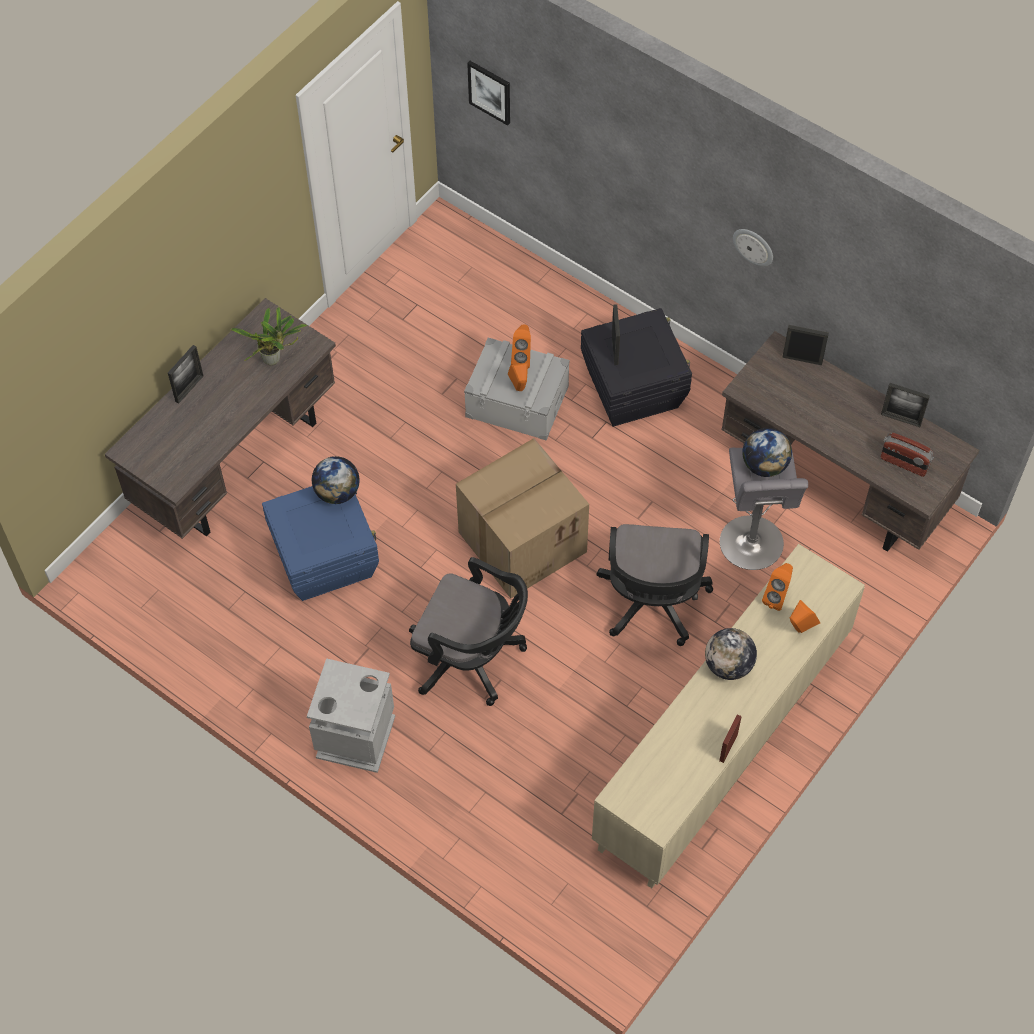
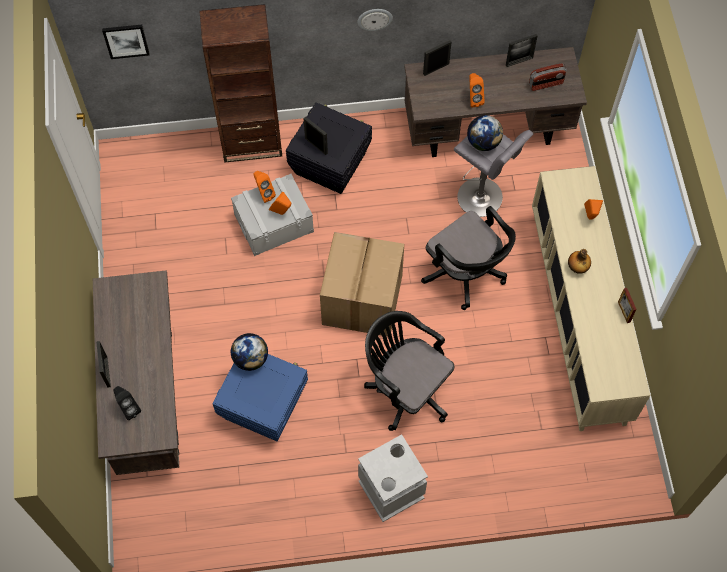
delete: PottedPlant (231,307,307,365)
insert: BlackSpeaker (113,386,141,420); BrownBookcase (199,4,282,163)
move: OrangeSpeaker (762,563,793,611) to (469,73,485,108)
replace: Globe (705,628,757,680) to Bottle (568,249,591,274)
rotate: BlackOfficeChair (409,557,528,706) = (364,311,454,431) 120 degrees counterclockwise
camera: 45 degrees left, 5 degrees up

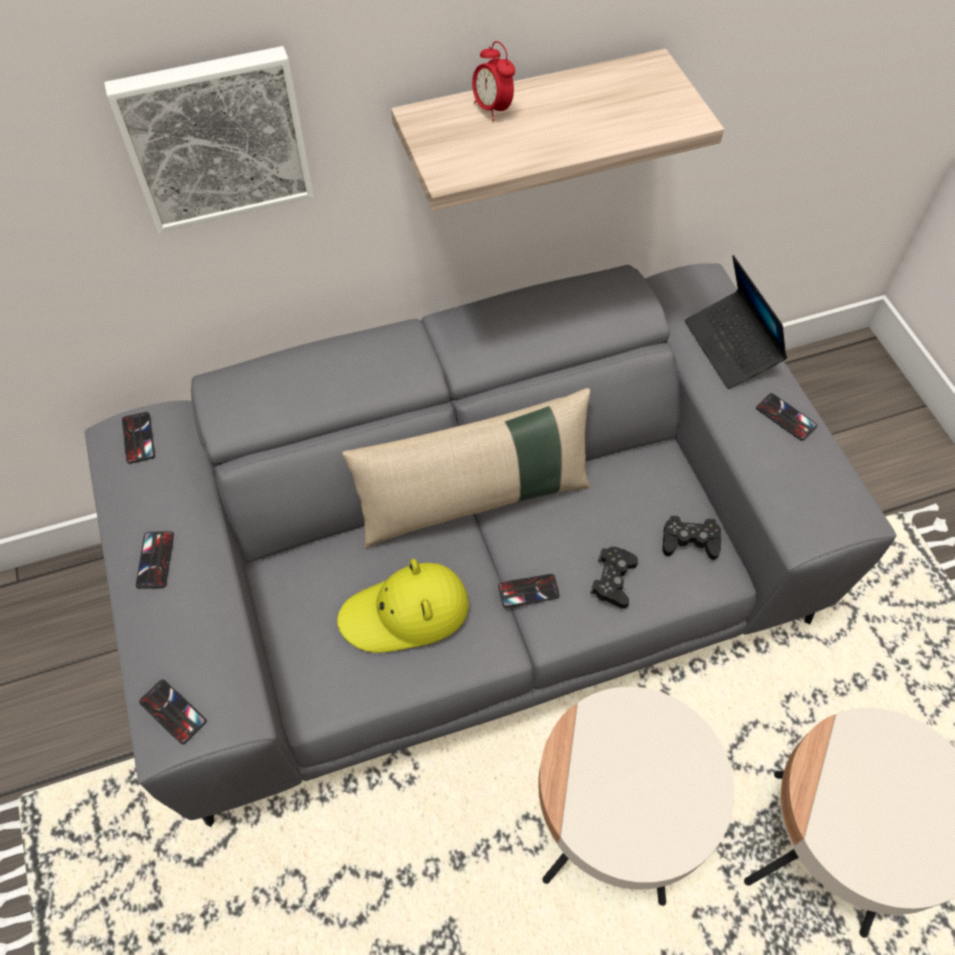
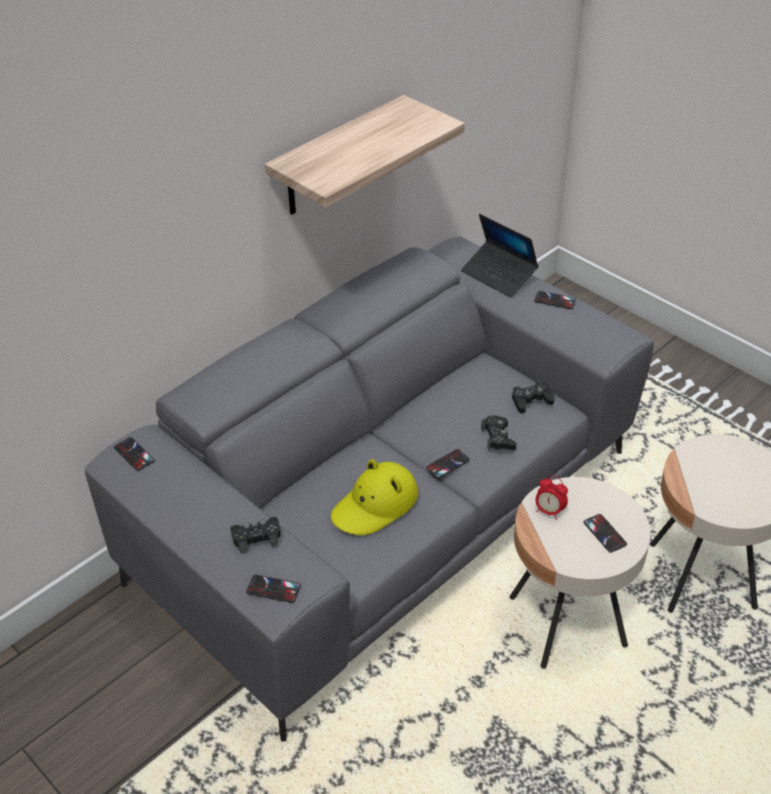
delete: Picture (104,46,314,233); BeigePillow (342,388,591,548)
insert: BlackGameController (230,517,281,554)
move: Phone (136,531,174,589) to (584,514,627,553); AlarmClock (472,41,515,121) to (536,476,568,520)
camera: 25 degrees left, 15 degrees down

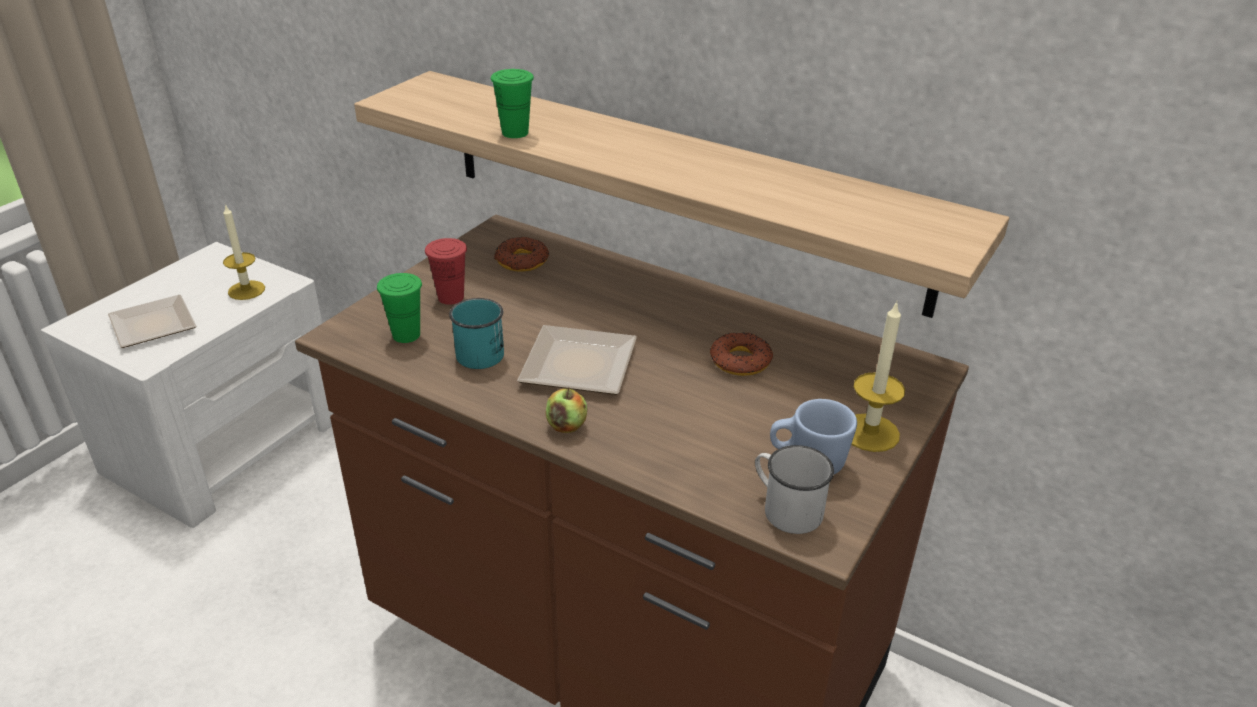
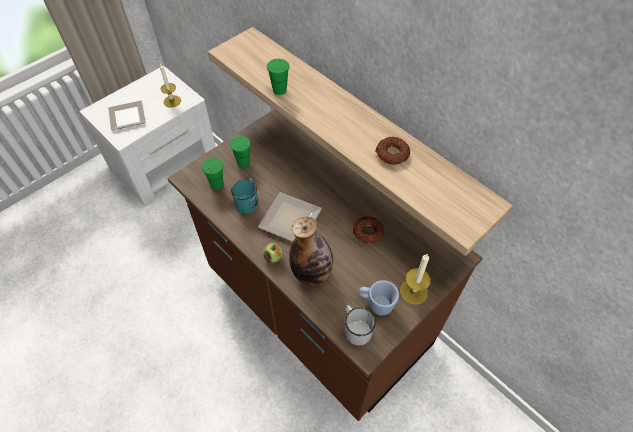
insert: Bottle (289,217,333,285)
move: Donut (494,237,549,272) to (376,137,410,165)
recolor: RedCup (425,238,467,305) to GreenCup (230,136,251,167)
camera: 15 degrees right, 20 degrees up

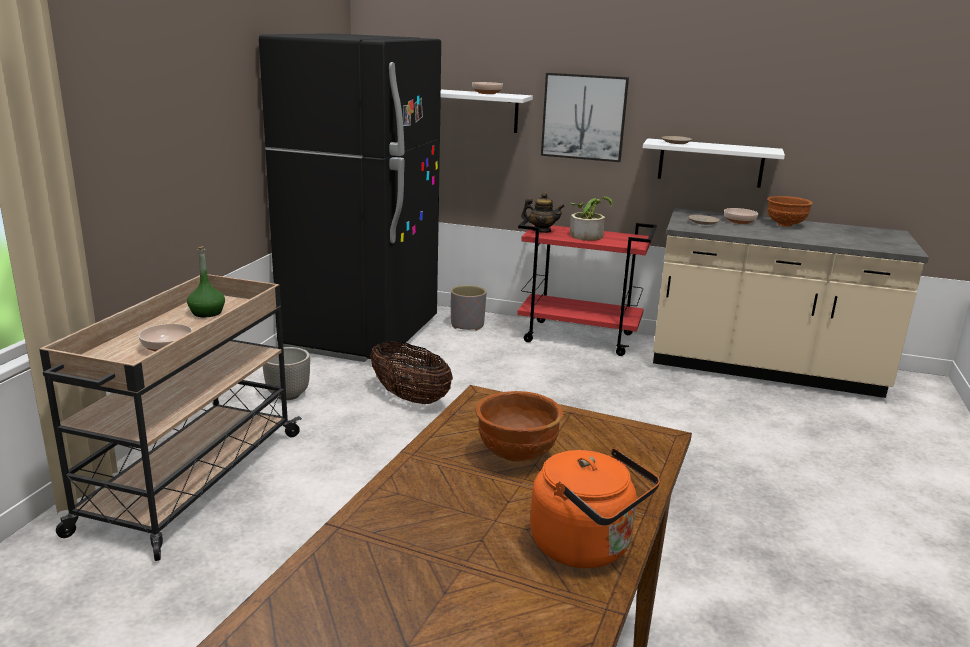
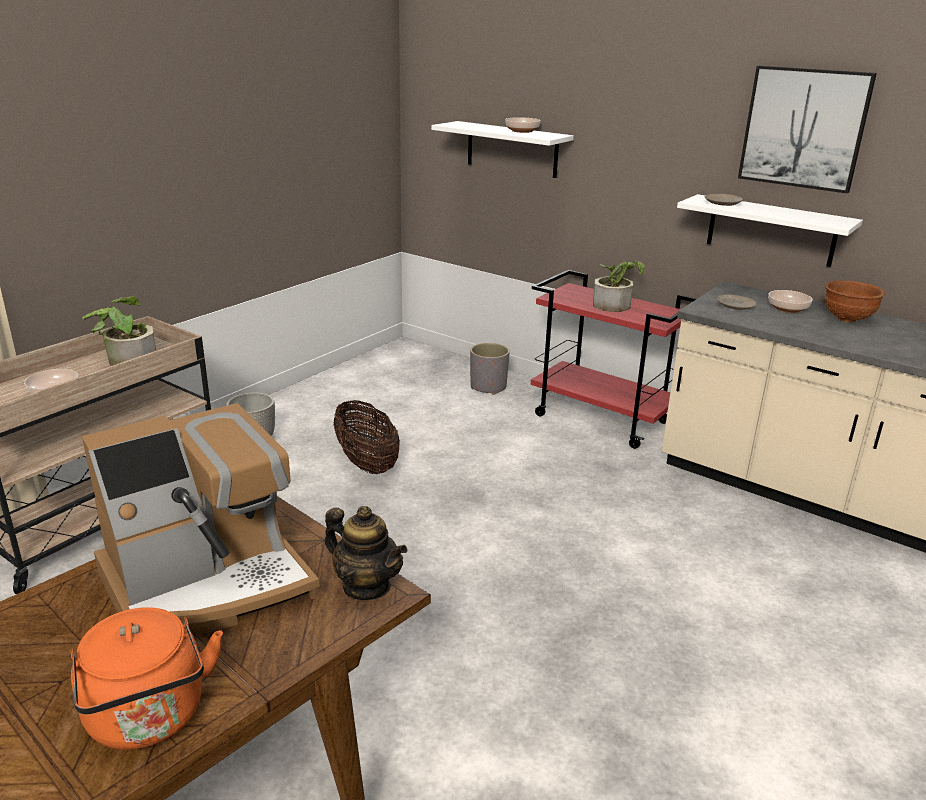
delete: BlackFridge (259,33,441,362)
move: Teapot (521,192,565,233) to (325,506,407,600); Picture (541,73,629,162) to (738,66,877,193)
replace: GreenBottle (187,246,225,317) to PottedPlant (82,296,156,366); BrownBowl (475,391,563,462) to CoffeeMachine (82,403,320,634)
camera: 20 degrees right, 5 degrees up

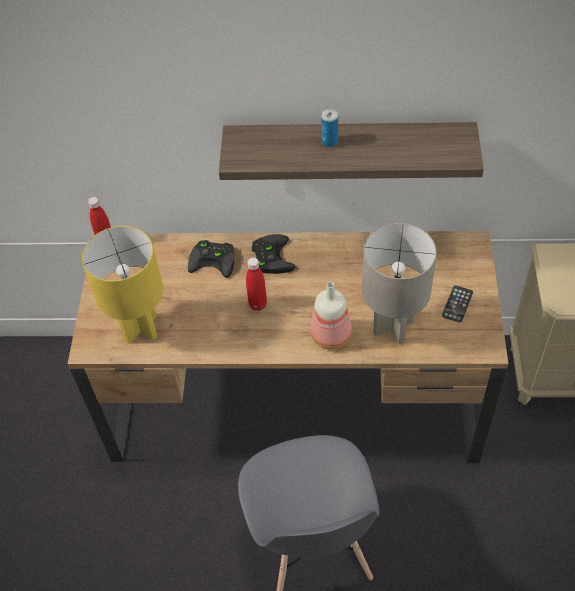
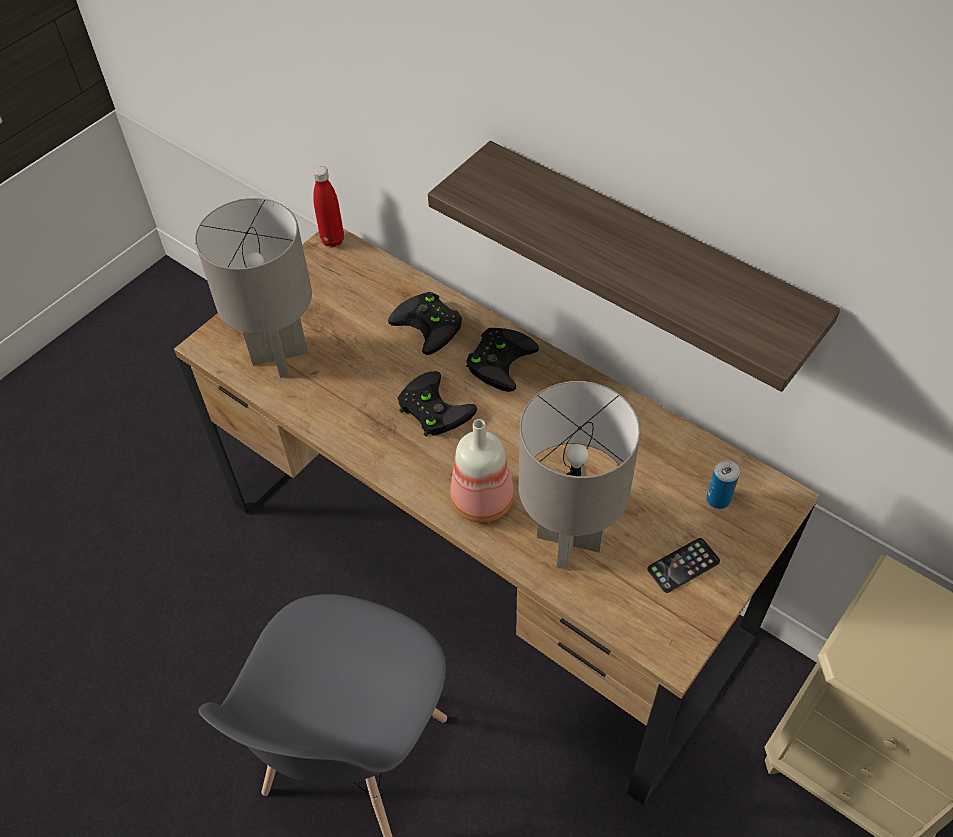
move: Can (321,109,338,147) to (706,460,740,509)
replace: RedBottle (246,258,267,311) to BlackGameController (398,371,477,437)
recolor: YellowTableLamp (82,226,163,344) to GreyTableLamp (195,198,312,378)
camera: 35 degrees right, 0 degrees up

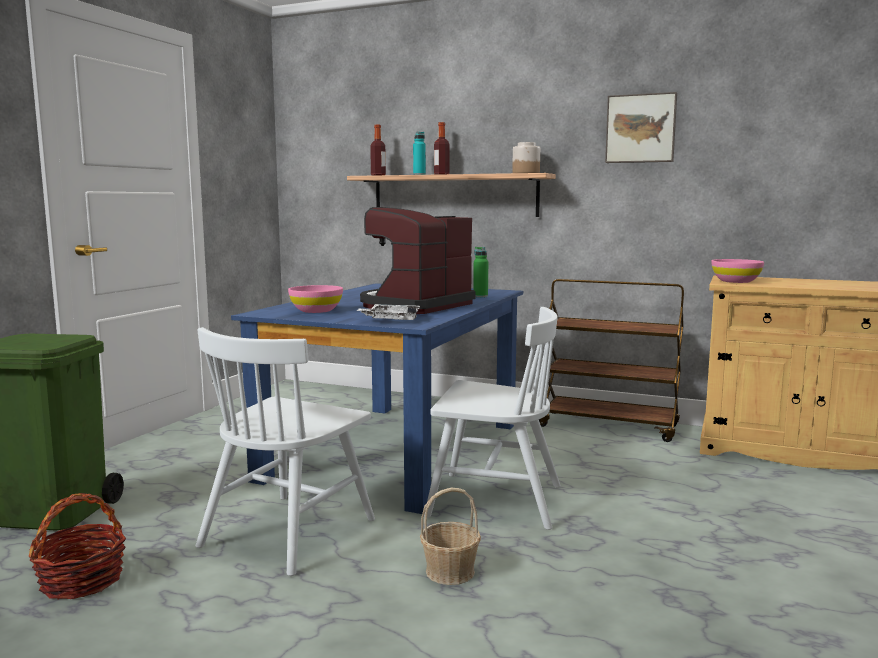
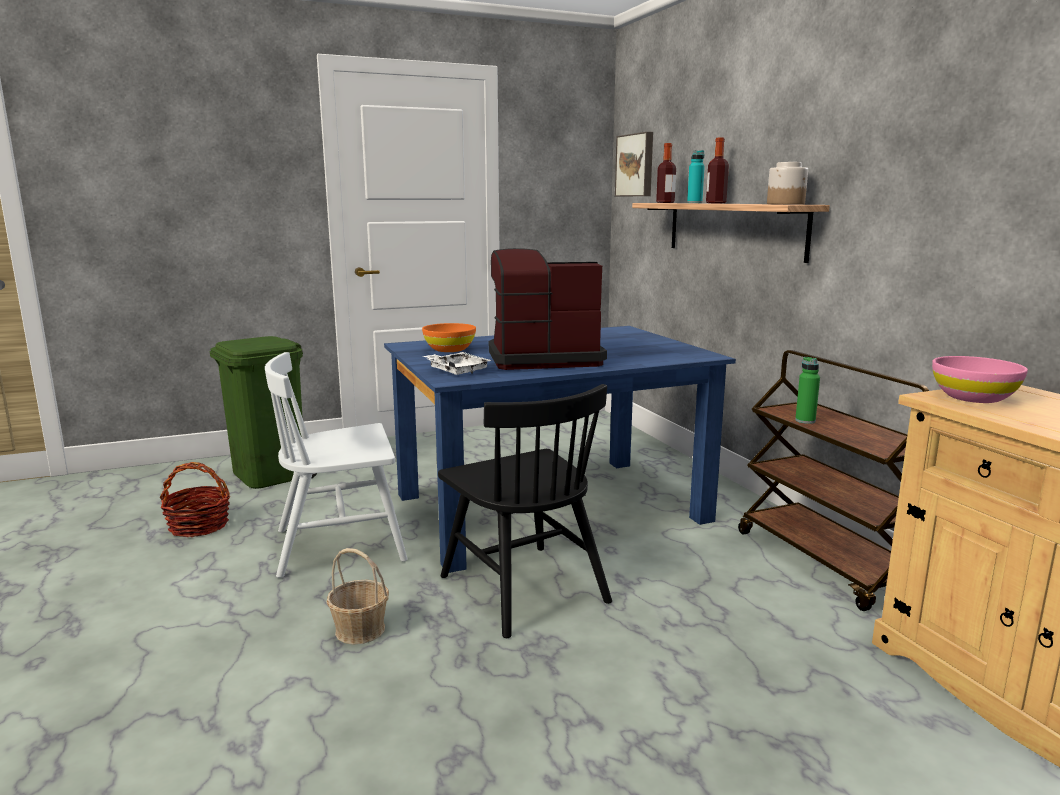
move: GreenBottle (473,247,488,298) to (795,357,820,424); Picture (605,92,677,163) to (615,132,653,196)
recolor: PinkBowl (288,285,343,313) to OrangeBowl (422,323,476,352); WhiteChair (424,307,561,530) to BlackChair (438,384,612,638)
camera: 45 degrees right, 5 degrees up

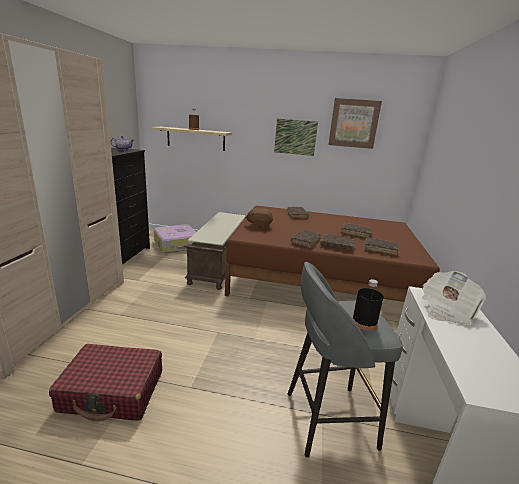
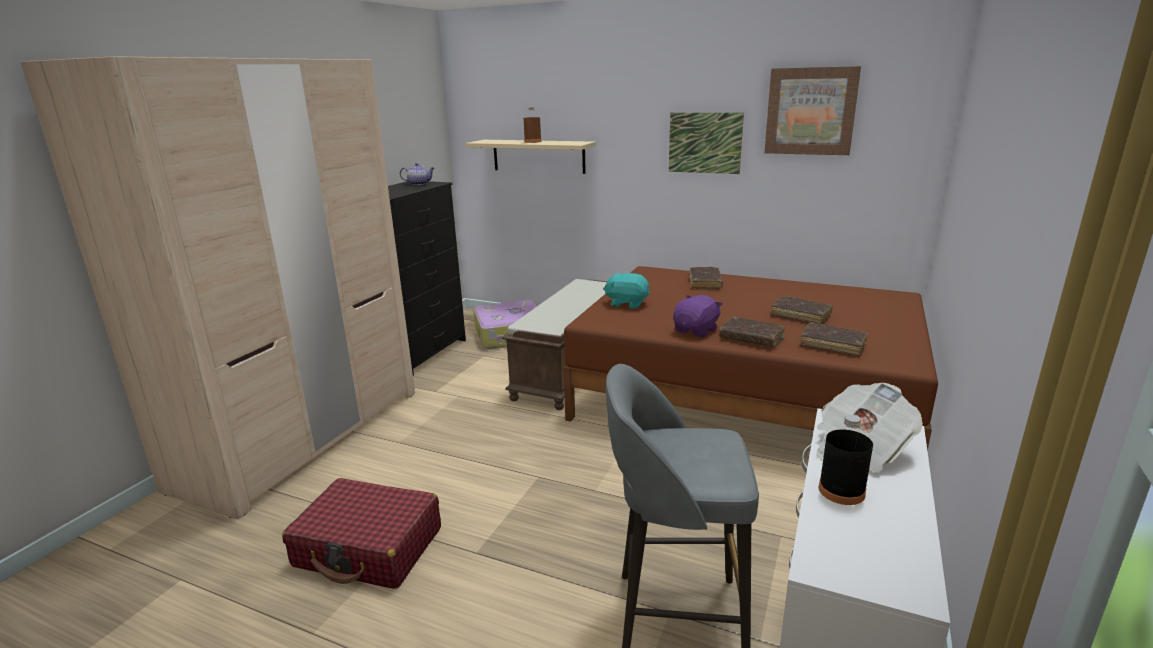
move: BlackBottle (352,279,384,331) to (819,414,873,505)
replace: BrownBook (291,230,320,248) to PurplePlushToy (673,295,723,338)
recolor: BrownPlushToy (245,208,273,229) to TurquoisePlushToy (603,273,650,309)
camera: 15 degrees right, 0 degrees up

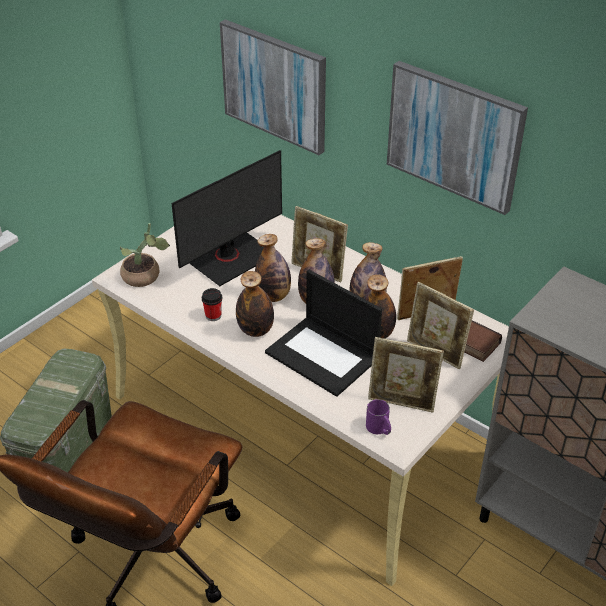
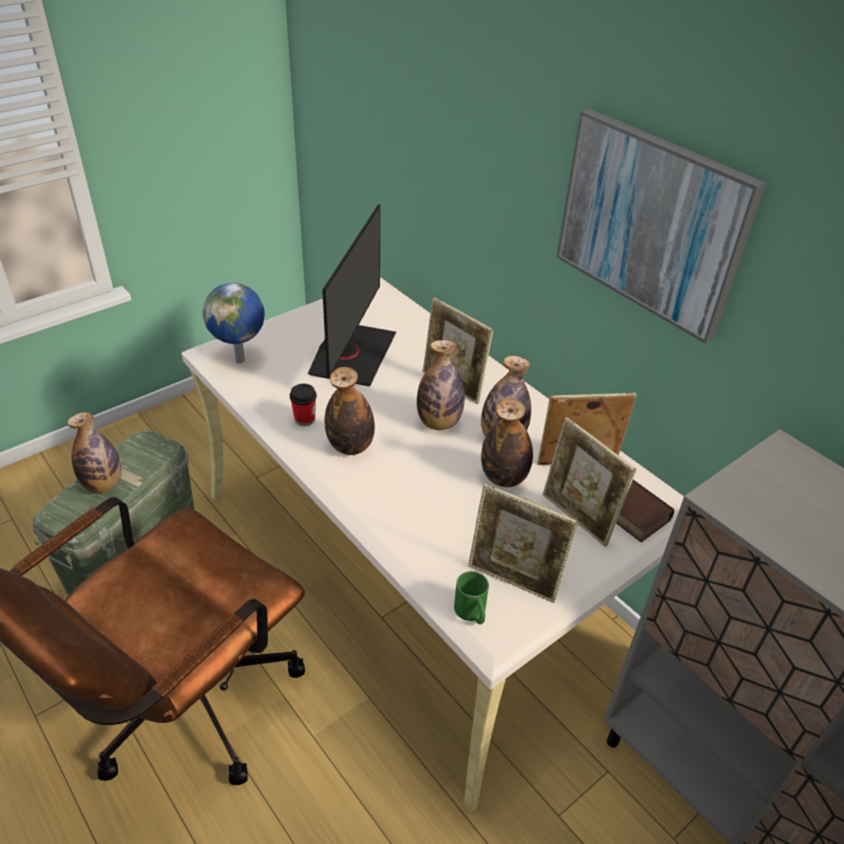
delete: Picture (220,19,326,155); Laptop (265,270,382,397)
move: Bottle (255,234,291,302) to (67,412,122,493)
replace: PottedPlant (120,223,170,287) to Globe (202,283,265,363)
recolor: PurpleMug (366,399,391,435) to GreenMug (454,571,489,624)
rotate: Monitor (172,150,282,286) = (308,204,396,386) 45 degrees counterclockwise
camera: 10 degrees right, 0 degrees up

